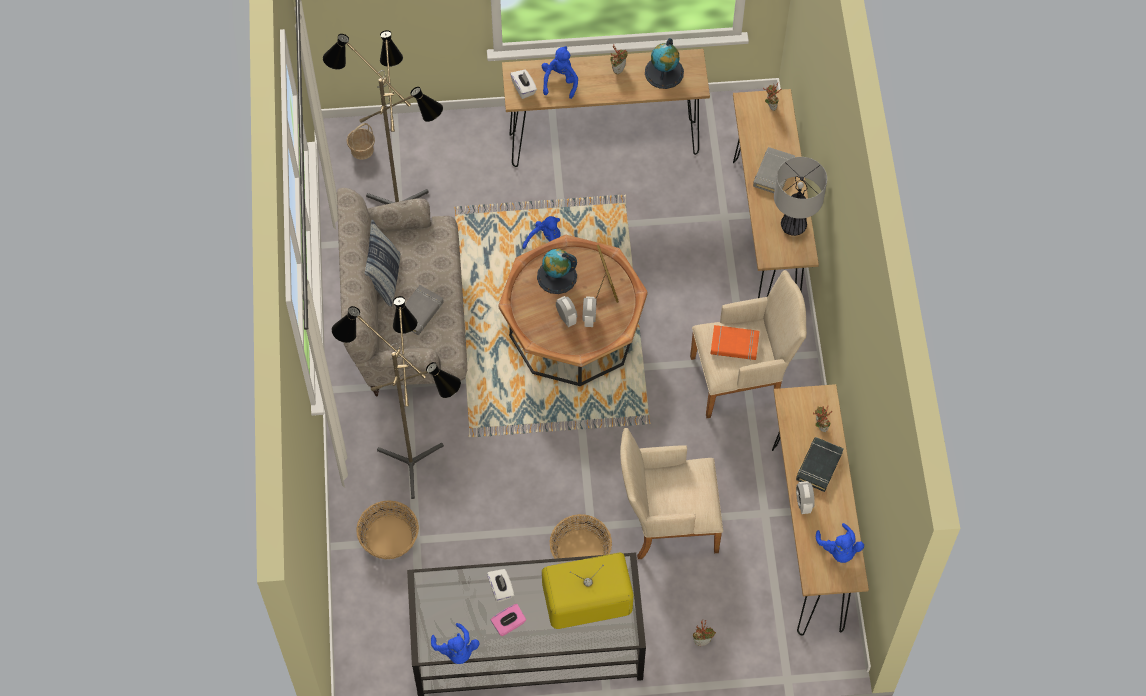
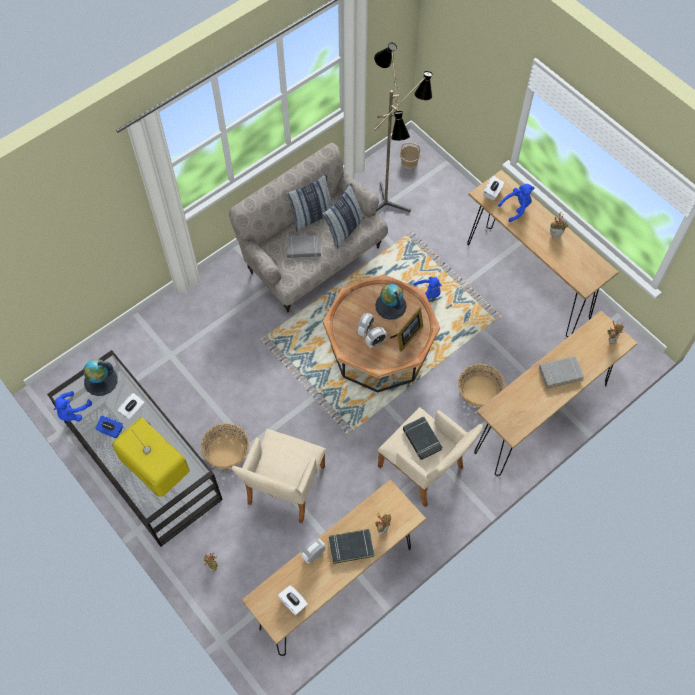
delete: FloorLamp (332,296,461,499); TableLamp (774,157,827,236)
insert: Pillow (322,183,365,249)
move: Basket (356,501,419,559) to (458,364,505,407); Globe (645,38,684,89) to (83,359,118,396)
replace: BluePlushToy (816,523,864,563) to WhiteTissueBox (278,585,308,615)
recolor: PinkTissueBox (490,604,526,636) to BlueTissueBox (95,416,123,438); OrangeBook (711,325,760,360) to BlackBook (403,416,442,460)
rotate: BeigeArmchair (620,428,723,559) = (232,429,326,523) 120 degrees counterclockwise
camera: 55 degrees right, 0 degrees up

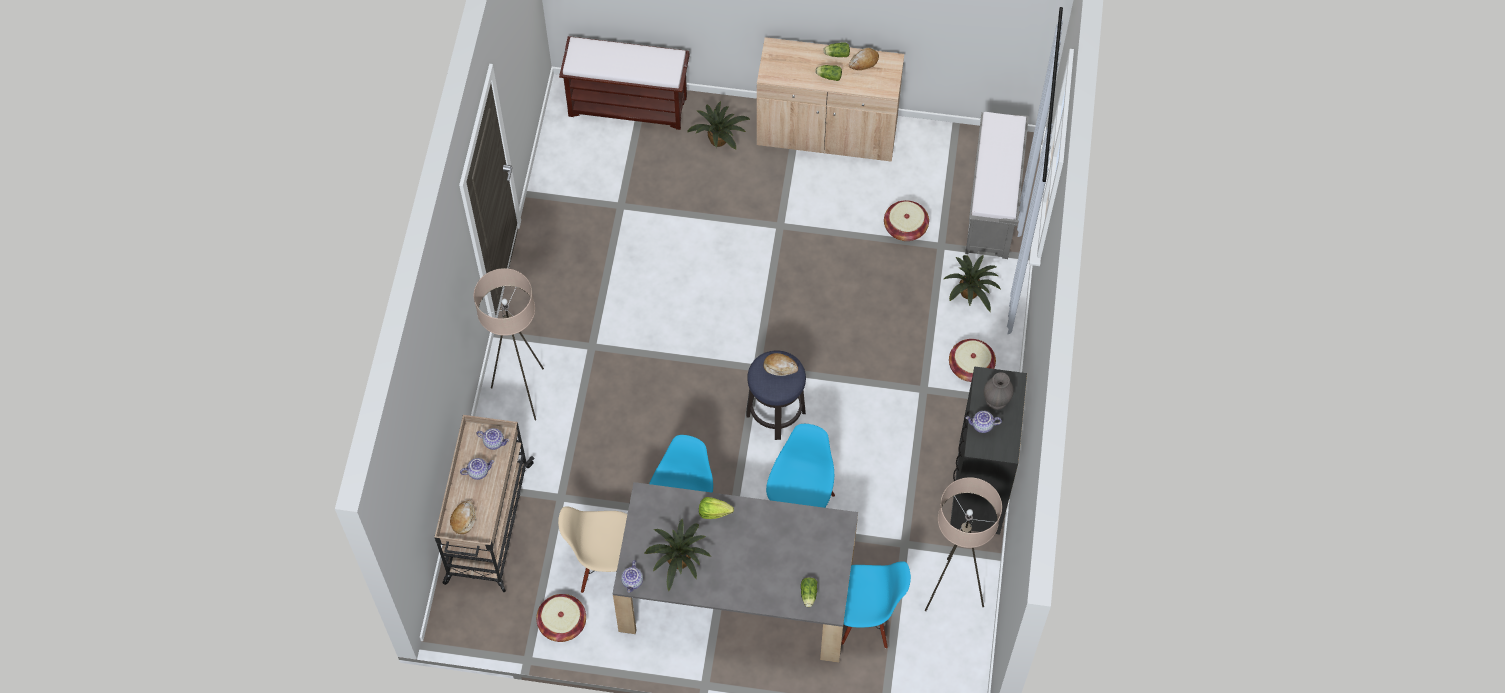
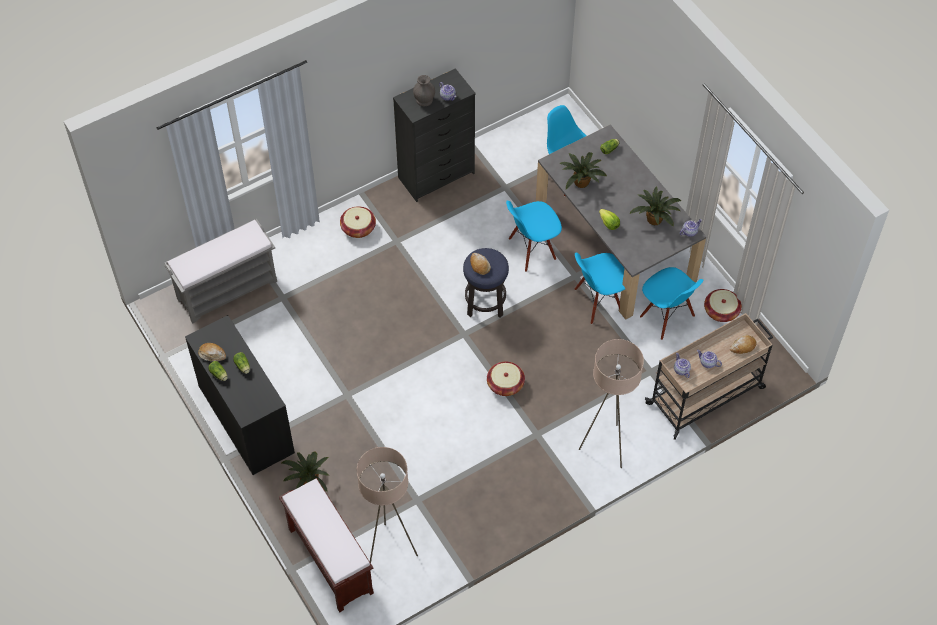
move: Basket (884,200,929,241) to (487,362,525,396); BeigeFloorLamp (925,477,1002,611) to (357,447,418,563); PottedPlant (944,255,1001,312) to (560,152,607,189)
recolor: BeigeChair (558,506,627,593) to BlueChair (640,267,704,340); BeigeCabinet (757,37,904,162) to BlackCabinet (185,315,295,475)
camera: 130 degrees left, 5 degrees down

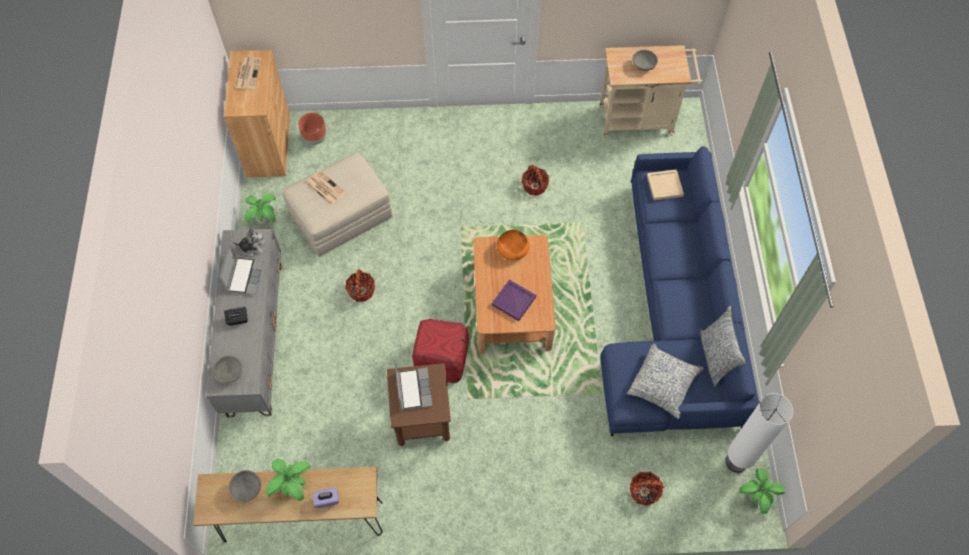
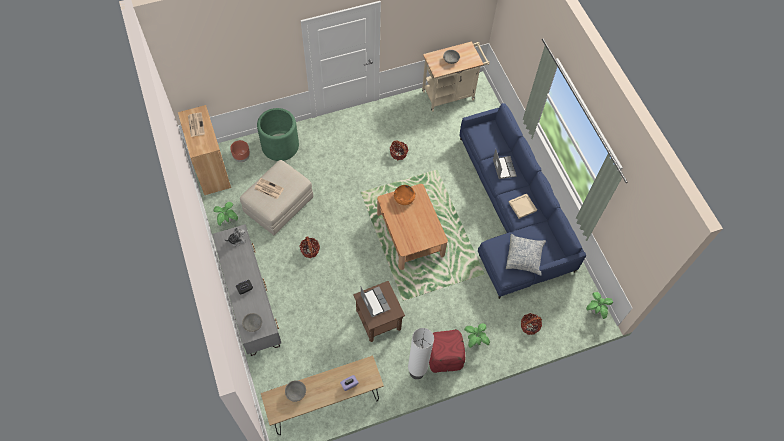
delete: PurpleTray (492,280,536,321); Pillow (700,306,746,387)
insert: GreenPlanter (257,108,299,161)
move: Laptop (219,243,264,295) to (493,149,517,179); PottedPlant (265,458,310,501) to (464,323,490,348); RedOttoman (412,319,469,383) to (429,329,465,373); BeigeTray (647,169,684,200) to (508,194,537,219); WhiteFloorLamp (725,393,793,473) to (408,328,434,379)
camera: 20 degrees left, 0 degrees up

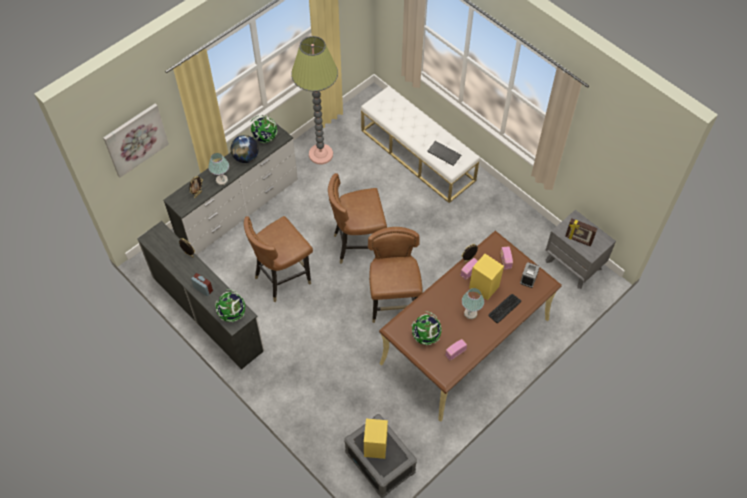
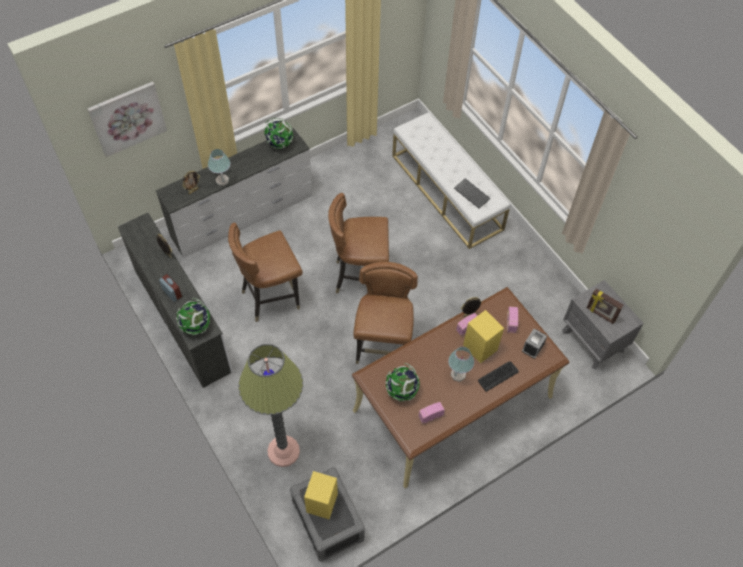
delete: Globe (230,135,259,163)
move: FloorLamp (291,36,338,164) to (238,344,303,467)
camera: 10 degrees right, 0 degrees up

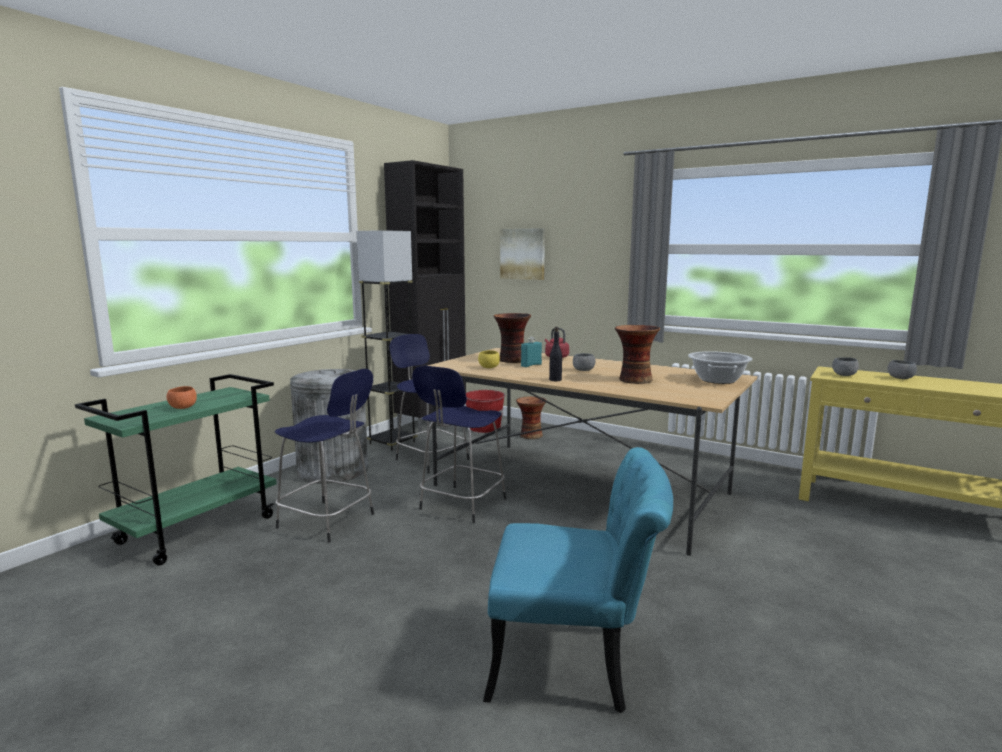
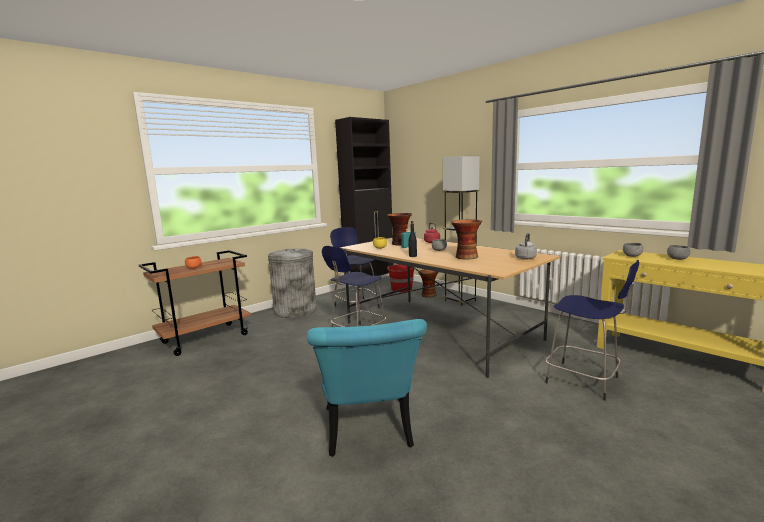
delete: Picture (500,228,545,280)
move: BlueStool (275,369,374,543) to (545,260,639,401); GreyFloorLamp (357,230,417,451) to (443,156,480,306)
replace: CookingPot (688,351,753,384) to GreyKettle (515,233,537,259)
recolor: GreenCart (75,374,277,566) to BrownCart (139,250,251,356)
rotate: TurquoiseChair (483,447,673,713) = (307,319,427,457) 60 degrees clockwise
camera: 15 degrees right, 0 degrees up

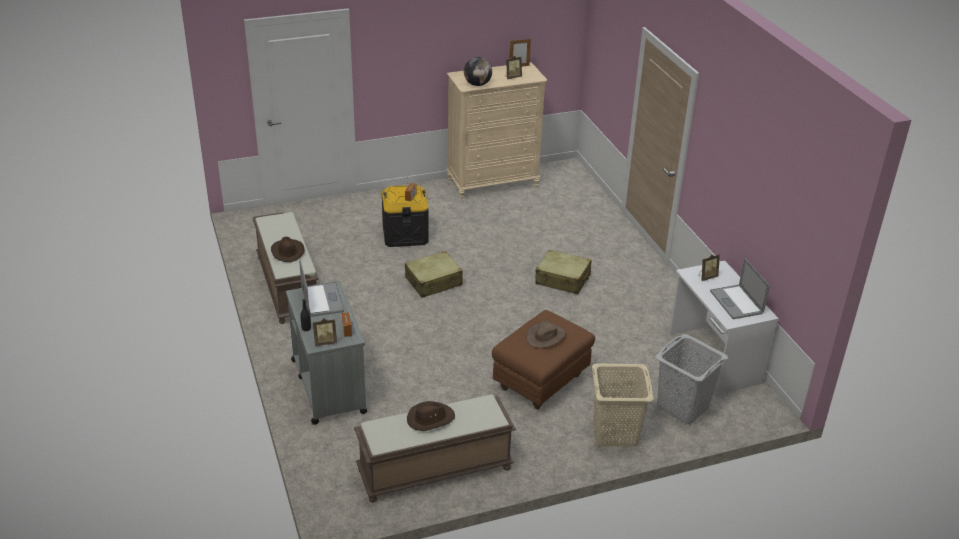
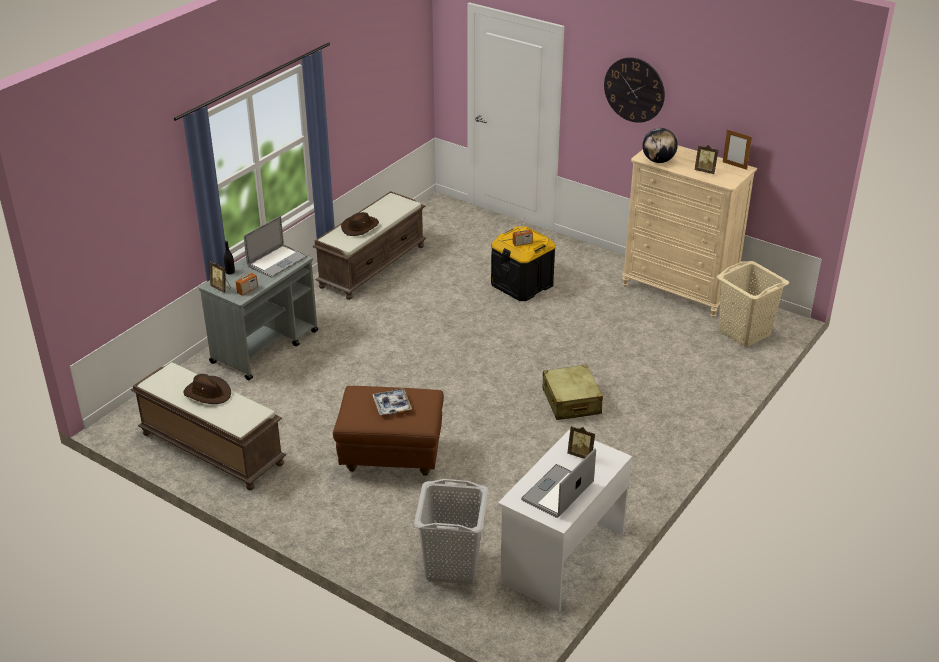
delete: BeigeSuitcase (405,251,463,298)
insert: WallClock (604,57,665,123)
move: BeigeLaundryBasket (592,363,654,447) to (717,261,789,347)
replace: BrownHat (526,321,566,349) to Tray (372,388,412,415)
camera: 55 degrees right, 0 degrees up

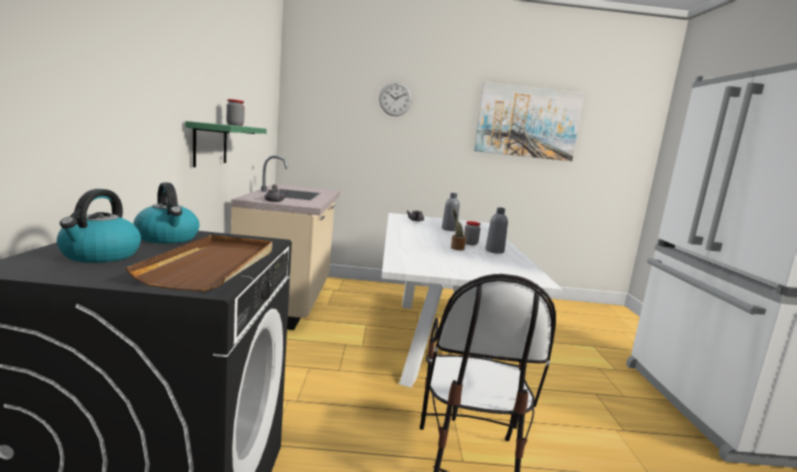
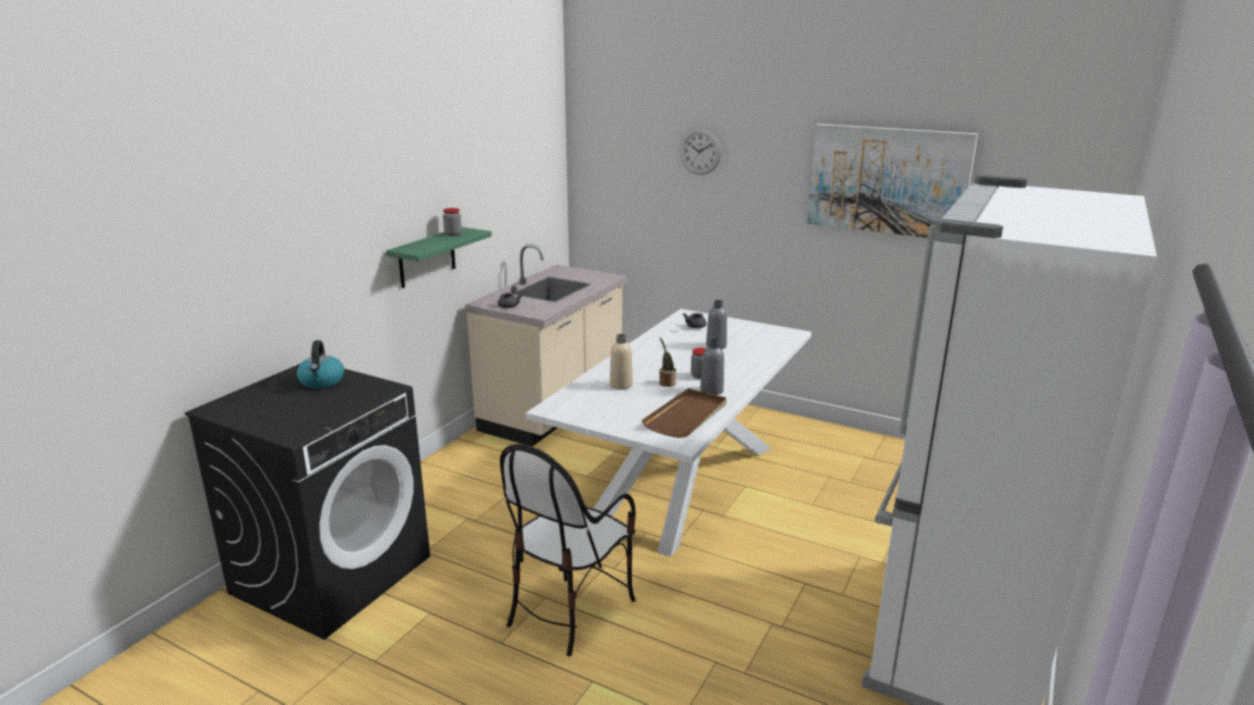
delete: Kettle (57,189,141,263)
insert: BeigeBottle (610,334,633,389)
move: BrownTray (126,235,272,291) to (642,388,727,438)
camera: 30 degrees right, 10 degrees up

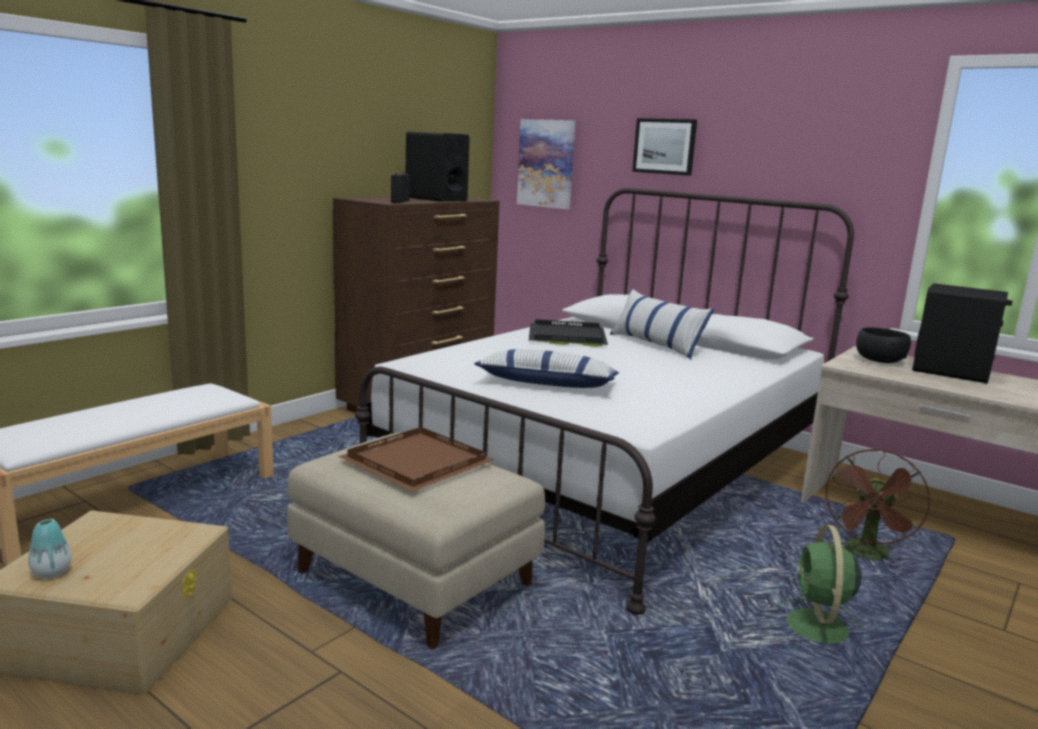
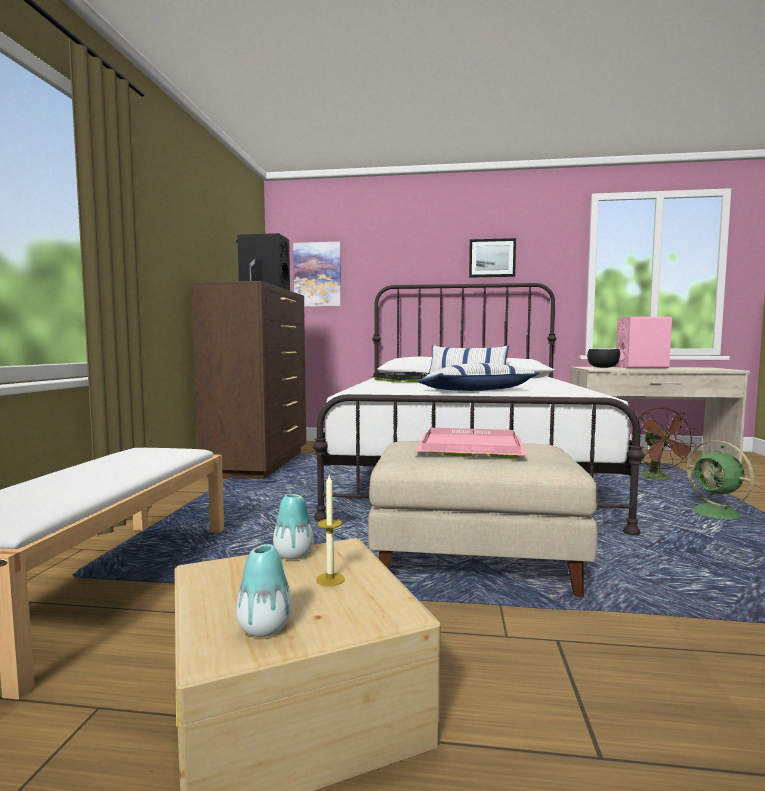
insert: Vase (273,494,314,559); Candle (316,476,345,586)
move: Picture (632,118,697,176) to (469,238,516,278)
recolor: BrownTray (338,427,495,491) to PinkTray (415,428,528,459); BlackSpeaker (912,283,1013,384) to PinkSpeaker (616,317,672,368)
camera: 30 degrees left, 10 degrees down

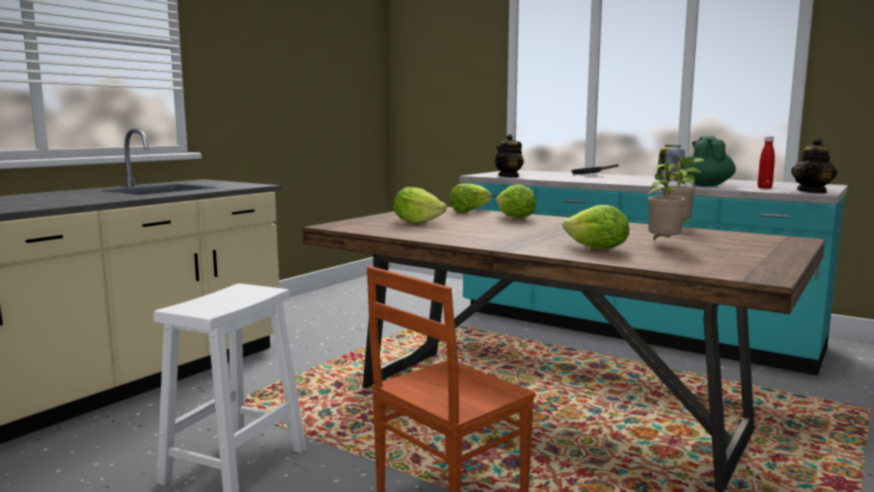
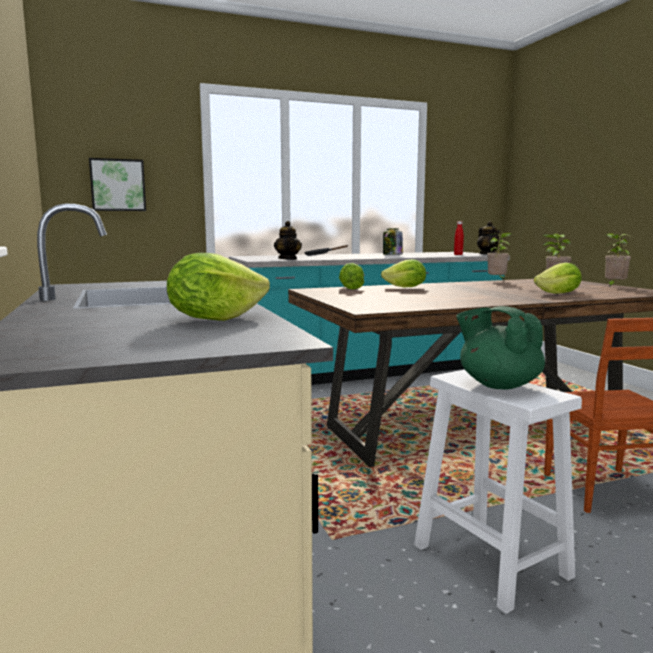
insert: Picture (89,158,146,211); PottedPlant (605,233,633,287)
move: Lettuce (394,187,447,224) to (167,253,270,321); GreenTeapot (682,136,736,186) to (456,306,545,389)
camera: 55 degrees left, 0 degrees up

